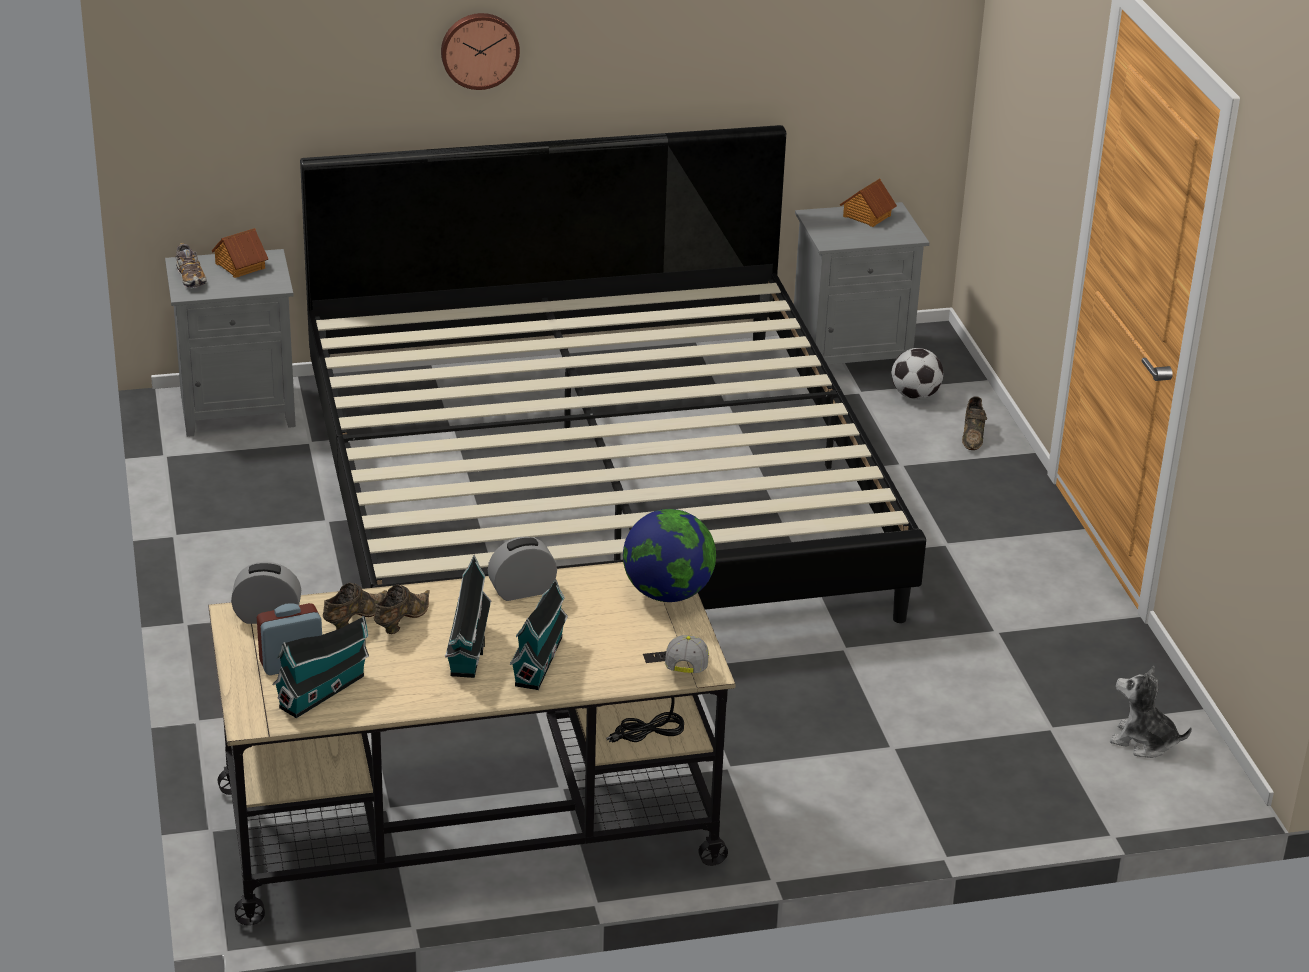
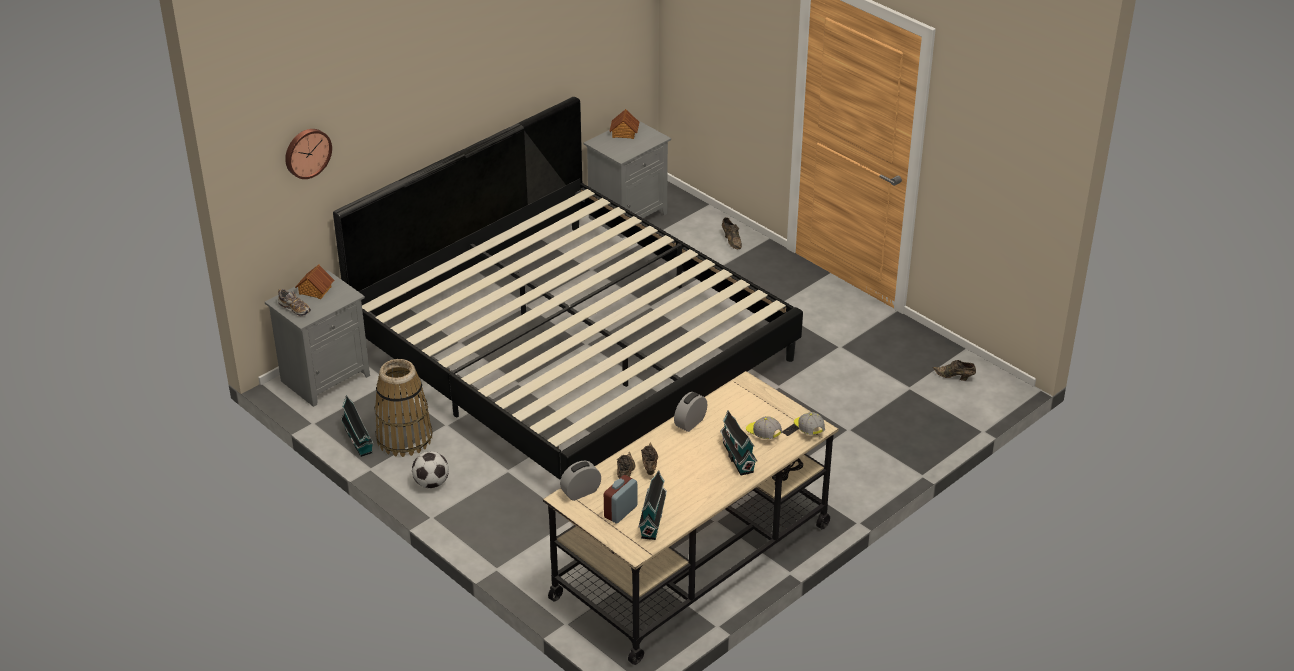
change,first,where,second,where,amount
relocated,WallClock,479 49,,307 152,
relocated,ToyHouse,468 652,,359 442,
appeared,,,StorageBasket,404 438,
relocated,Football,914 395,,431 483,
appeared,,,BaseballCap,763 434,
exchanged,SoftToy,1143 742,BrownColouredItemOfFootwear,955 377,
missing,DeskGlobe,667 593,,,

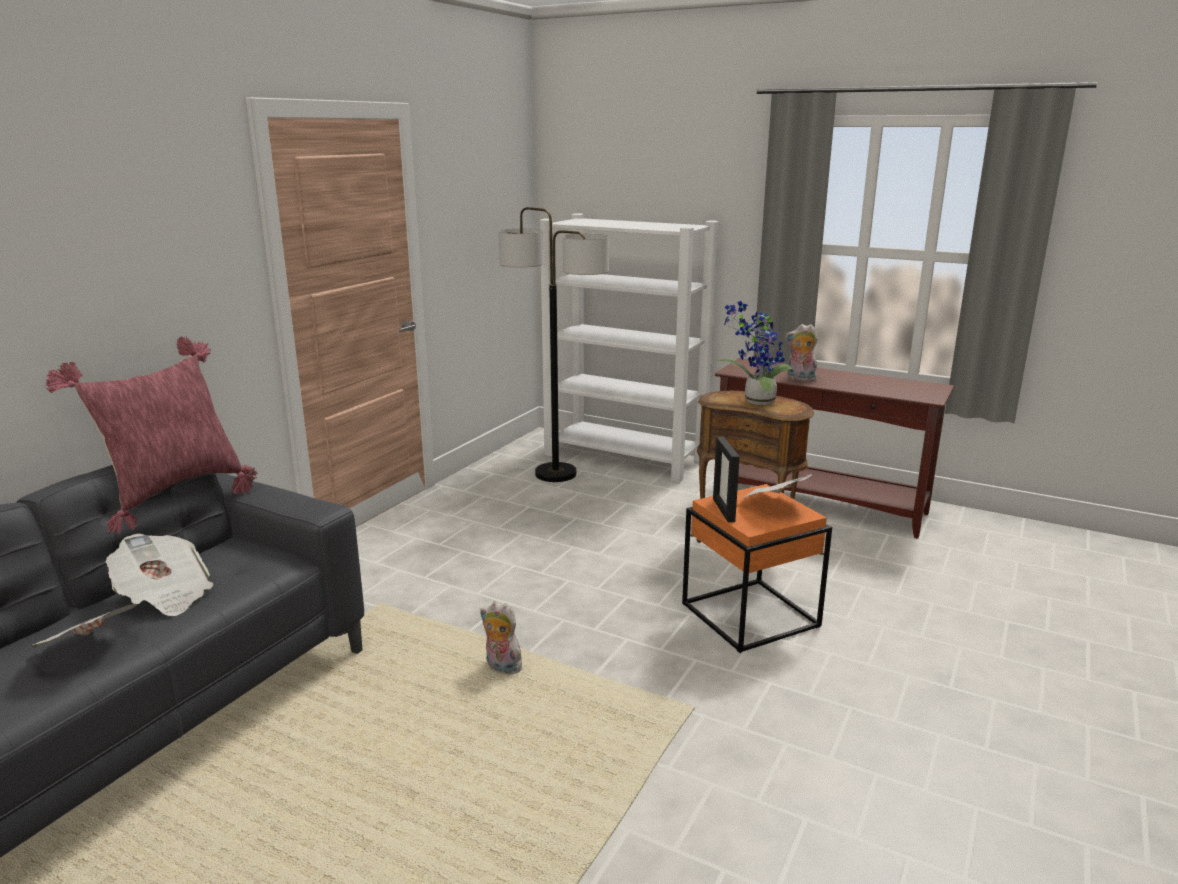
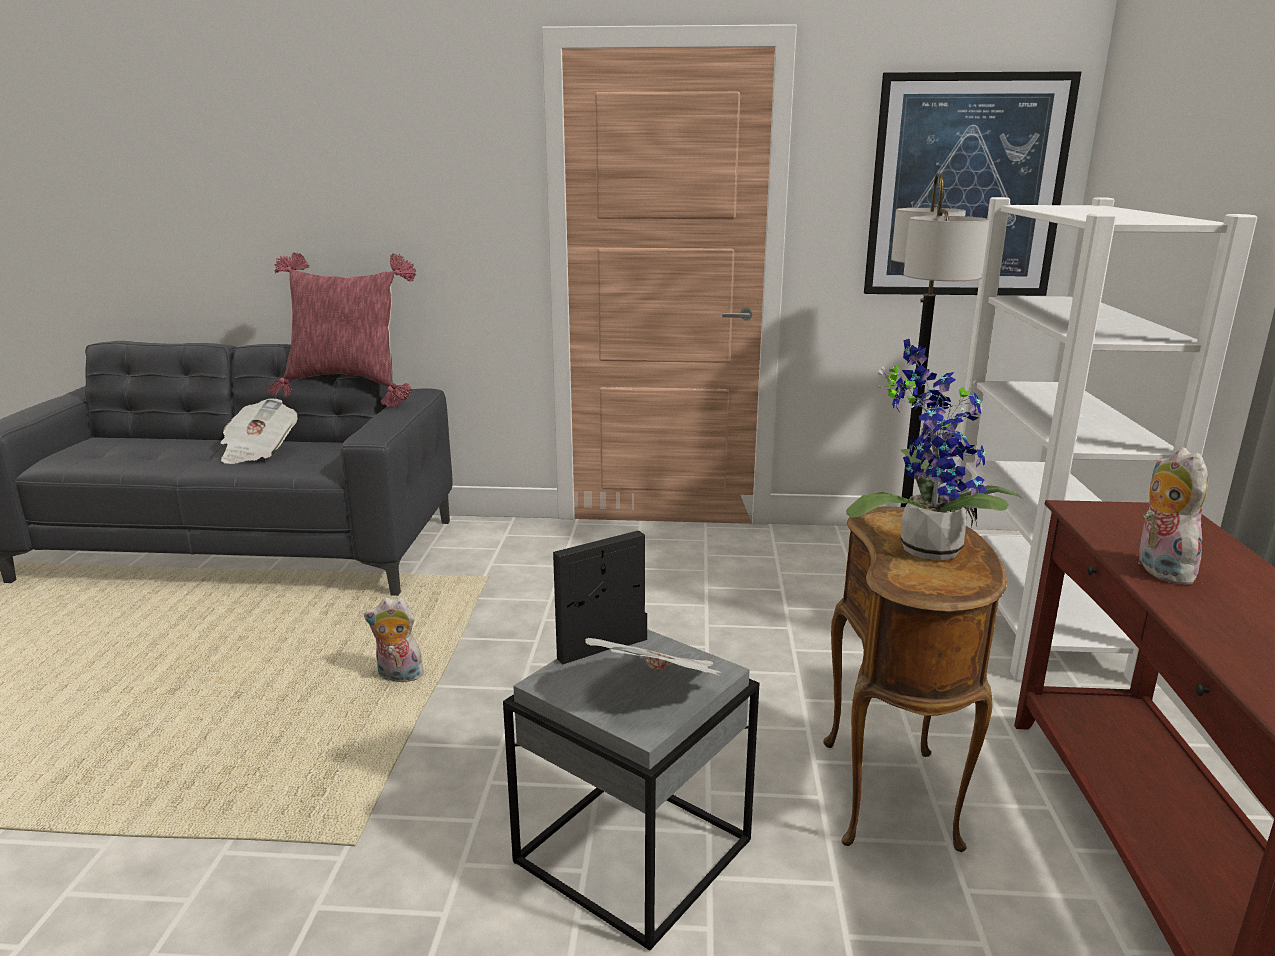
change,first,where,second,where,amount
spun,SoftToy,501 668,,398 677,90 degrees counterclockwise
colour,OrangeColouredEndTable,751 615,GreyEndTable,634 854,
appeared,,,WallPicture,966 187,
missing,DailyPaper,89 649,,,

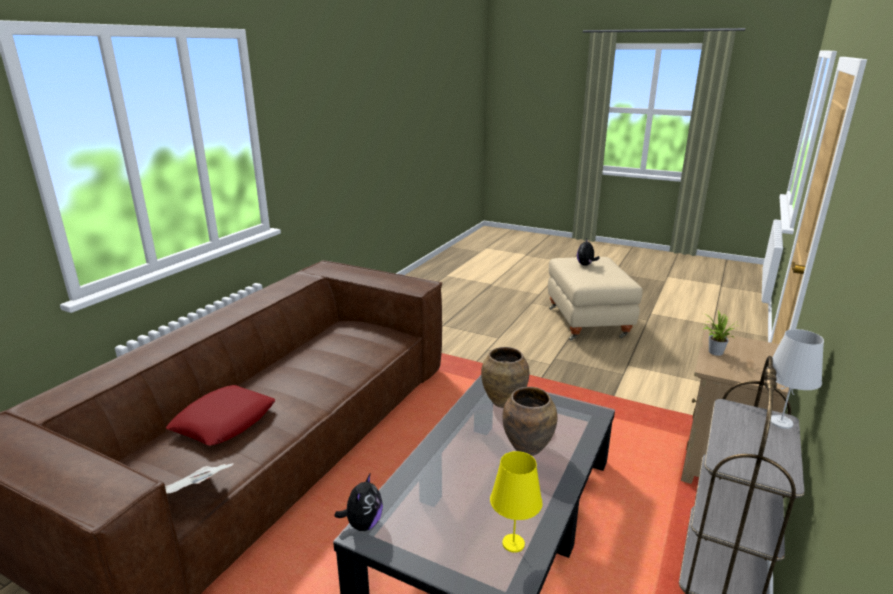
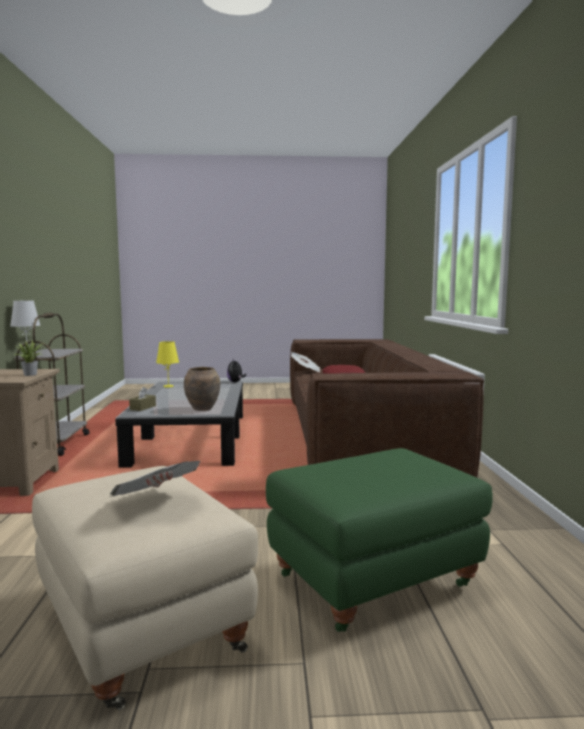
change,first,where,second,where,amount
exchanged,SoftToy,586 265,DailyPaper,155 503,
appeared,,,BrownColouredTissueBox,143 408,
appeared,,,GreenFootrest,374 585,
missing,BrownColouredVase,528 448,,,

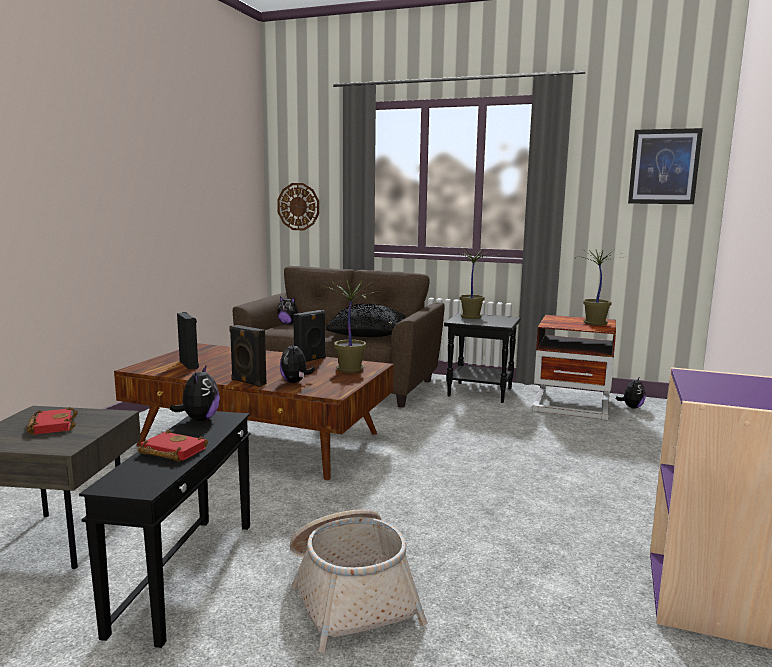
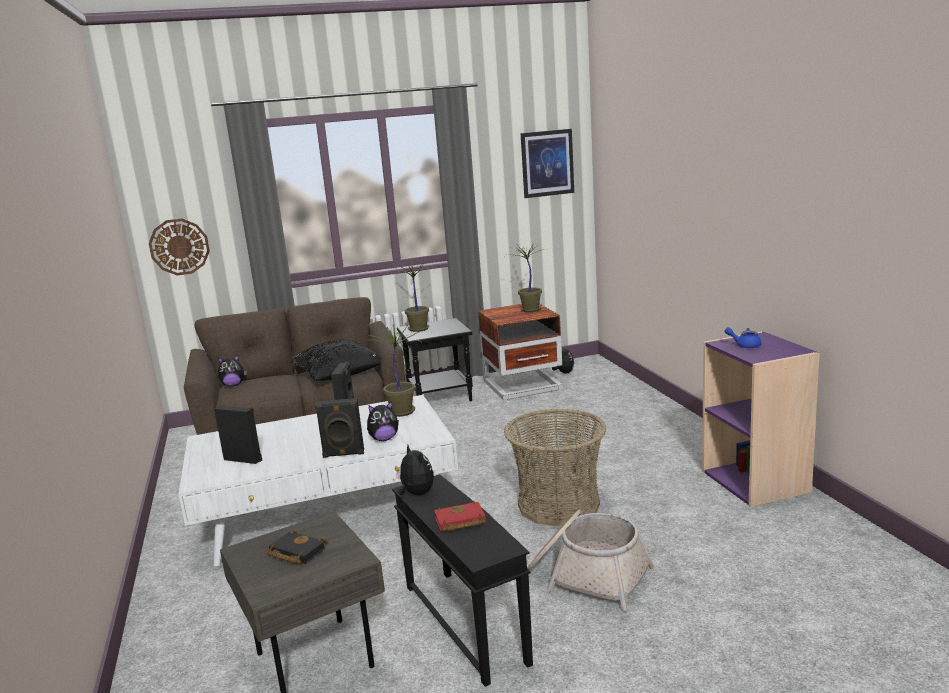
change,first,where,second,where,amount
colour,BrownColouredLowTable,260 439,WhitishLowTable,327 510,
colour,ReddishBoundBook,51 425,BlackBoundBook,295 552,
spun,SoftToy,295 382,,384 439,60 degrees counterclockwise
appeared,,,StorageBasket,559 505,
appeared,,,BluishTeaPot,744 345,

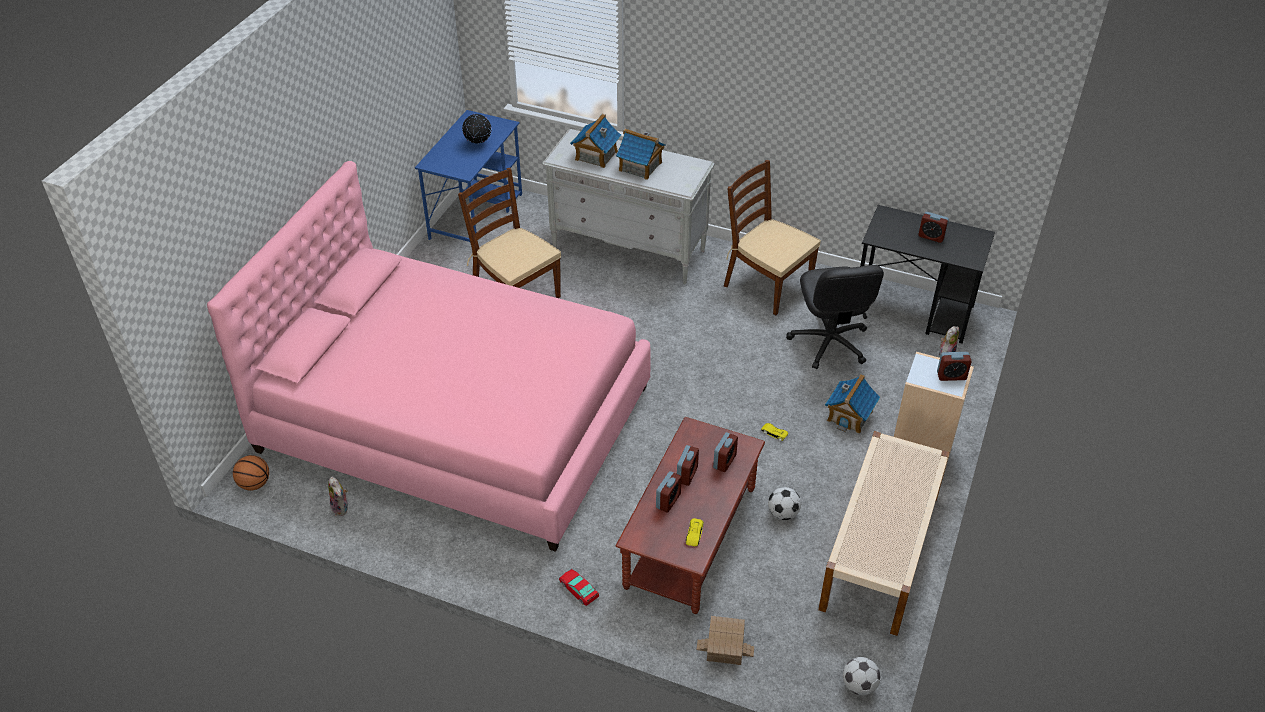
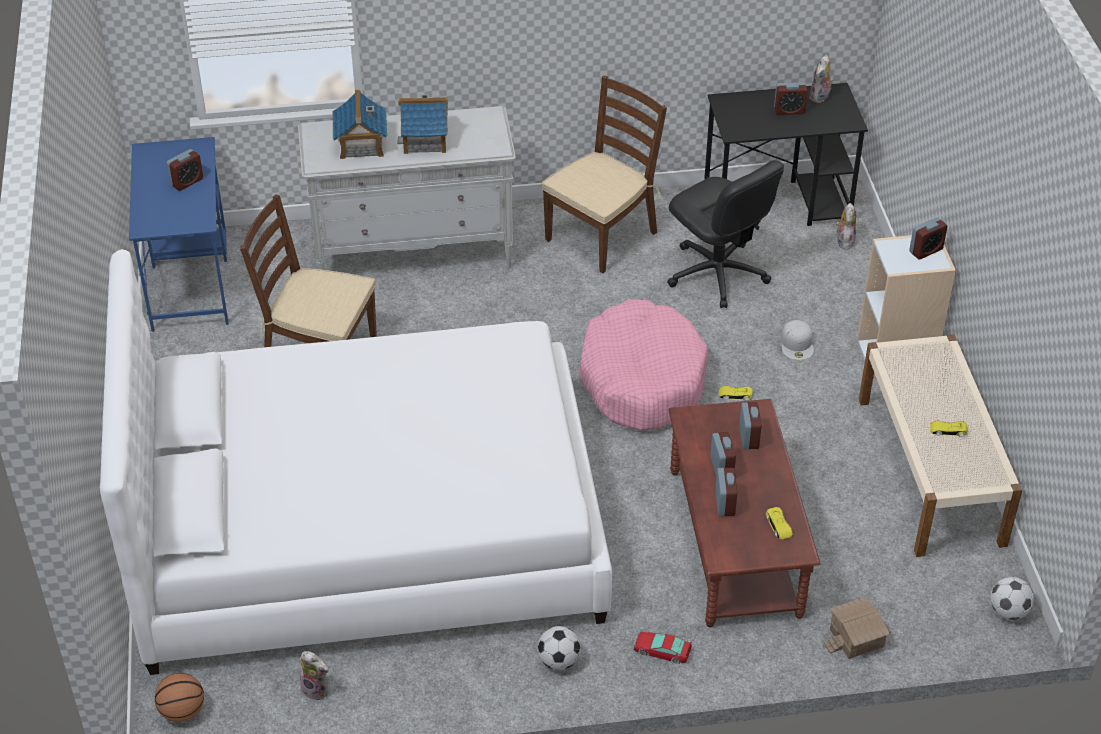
change,first,where,second,where,amount
colour,PinkBed,455 418,WhitishBed,367 528,
exchanged,DeskGlobe,478 144,BedsideClock,187 182,
relocated,Football,783 513,,559 661,
spun,BrownColouredPlainChair,766 285,,602 235,120 degrees clockwise
appeared,,,PinkDogCushion,642 379,
exchanged,ToyHouse,850 416,WhitishBaseballCap,797 344,
appeared,,,SoftToy,820 97,
appeared,,,YellowColouredModelCar,948 430,

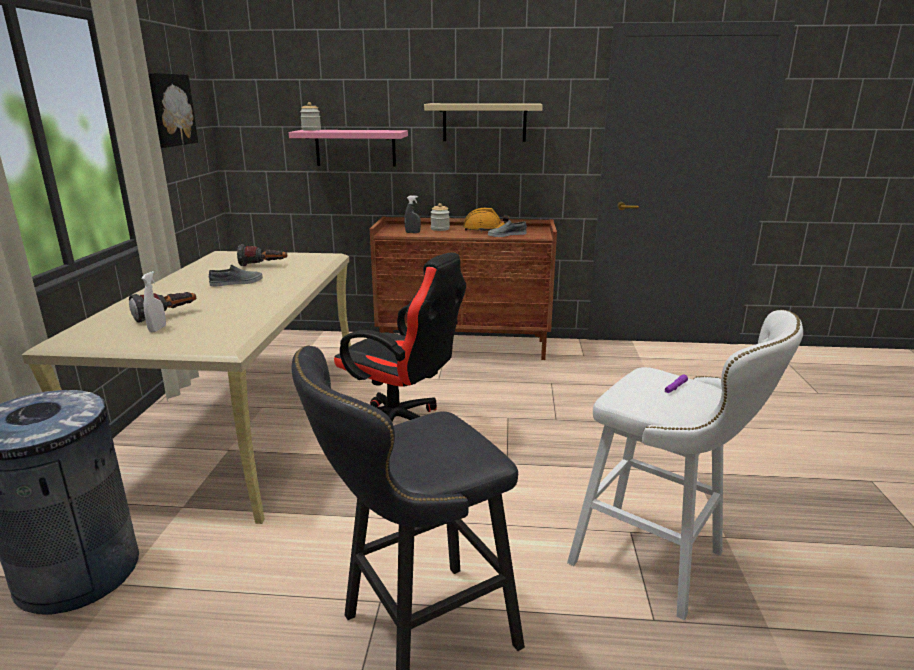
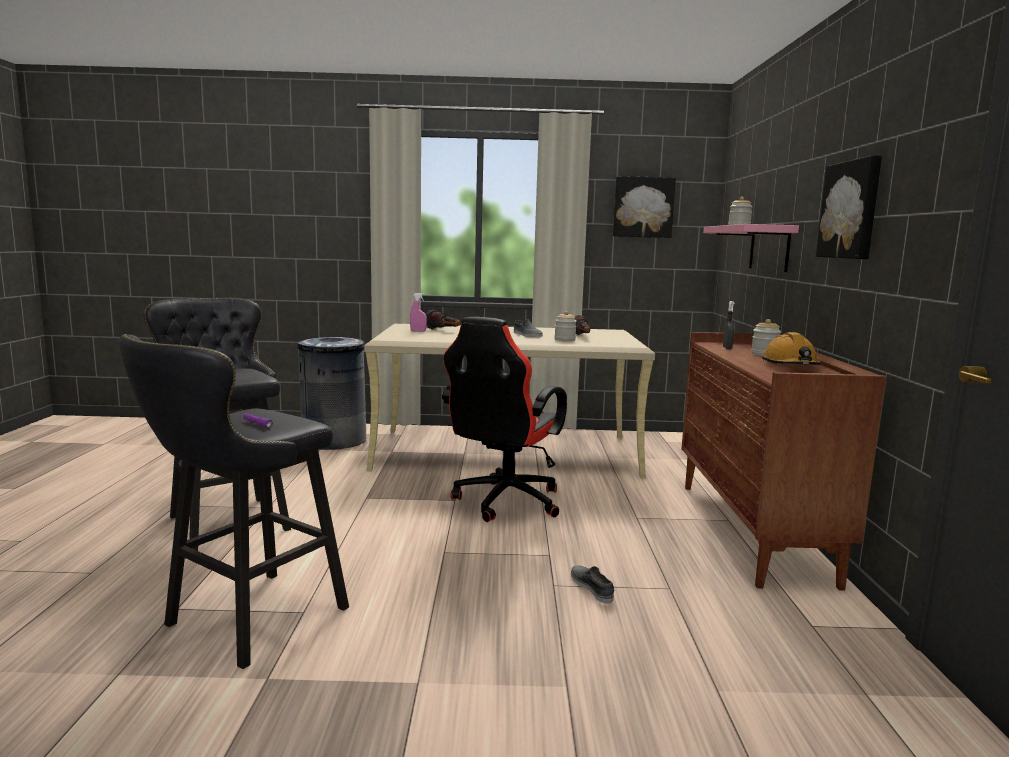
change,first,where,second,where,amount
colour,WhitishSittingStool,664 565,BlackSittingStool,241 625,
colour,WhitishSprayBottle,157 329,PinkSprayBottle,418 331,
appeared,,,PreserveJar,565 340,
relocated,GreyItemOfFootwear,506 235,,592 587,
exchanged,BeigeWallShelf,484 122,WallPicture,851 210,

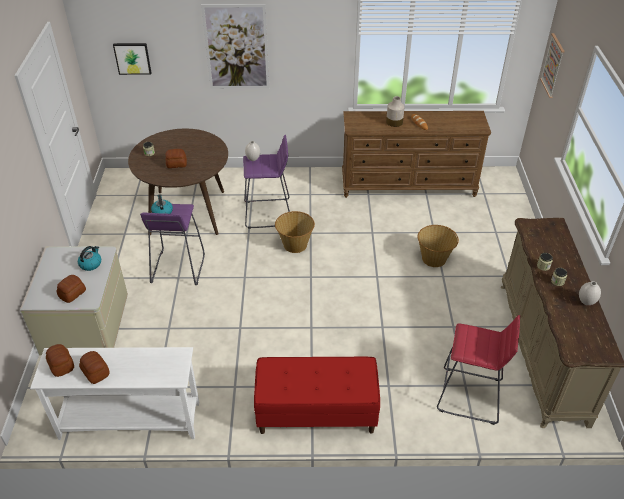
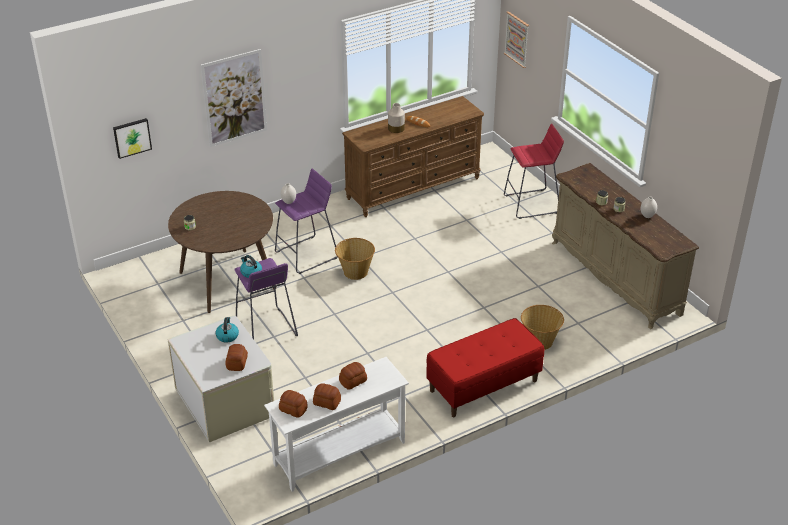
change,first,where,second,where,amount
relocated,BakeryBread,177 164,,353 381,
relocated,ReddishSittingStool,470 396,,532 204,
relocated,StorageBasket,434 258,,540 341,

